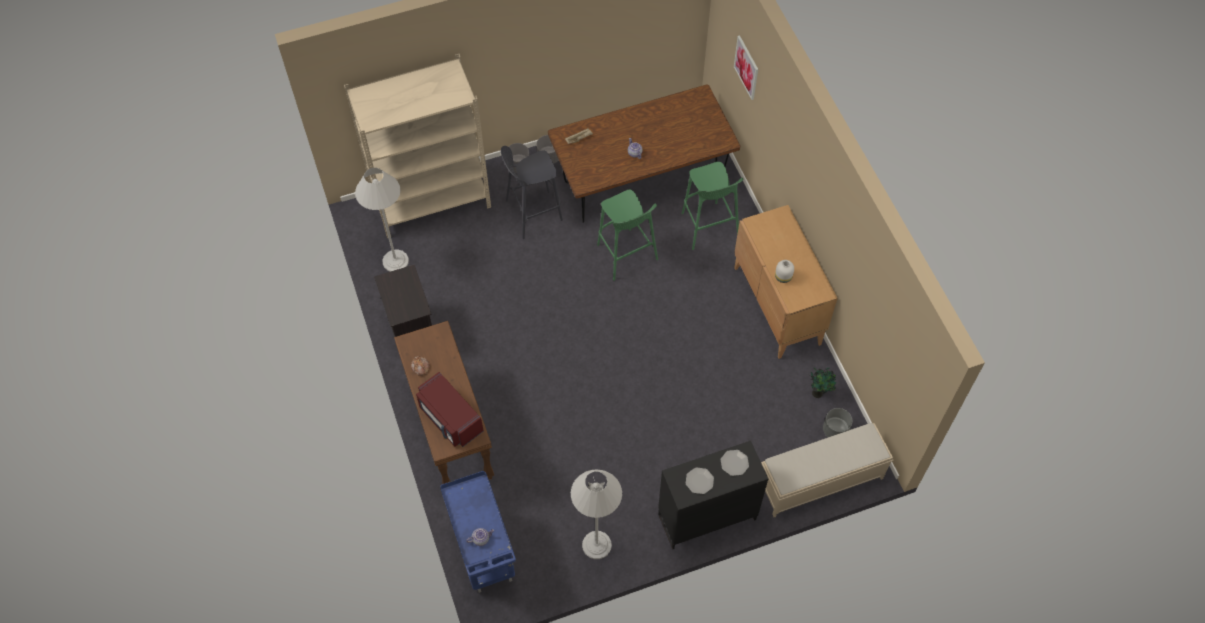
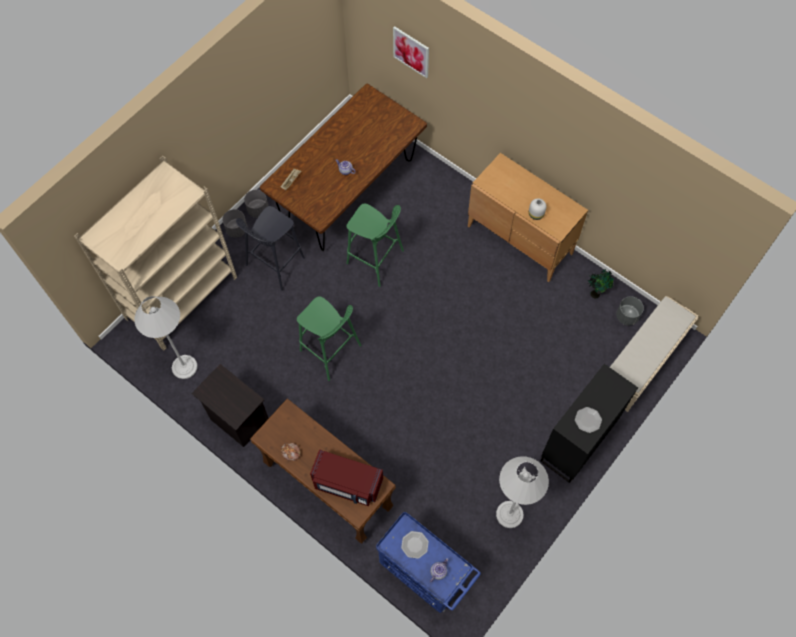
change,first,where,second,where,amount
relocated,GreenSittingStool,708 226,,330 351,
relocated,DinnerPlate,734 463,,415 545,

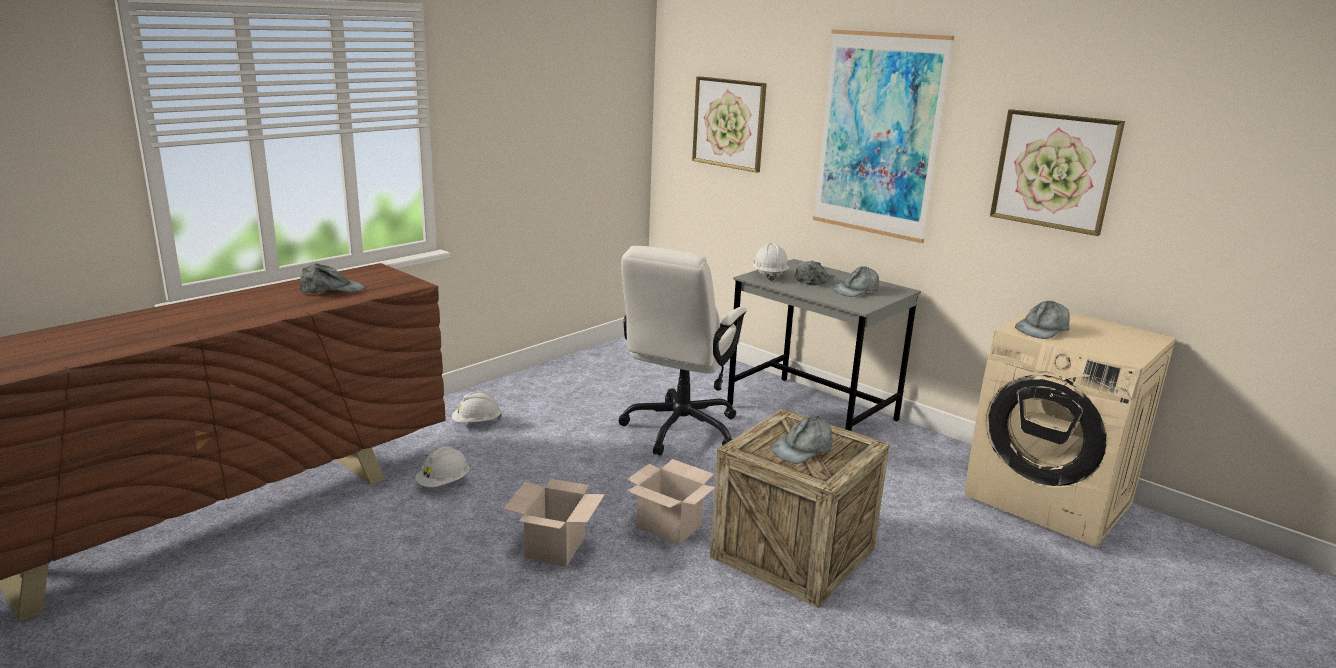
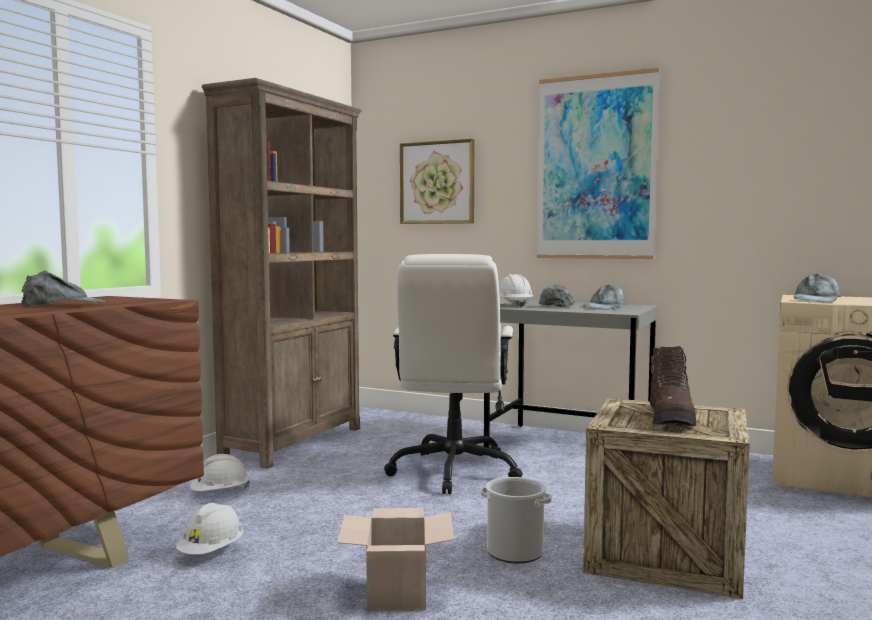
change,first,where,second,where,amount
appeared,,,BrownColouredBookshelf,294 442,
exchanged,PackingBox,670 526,WaterBucket,515 552,
exchanged,GreyBaseballCap,803 449,BrownColouredTallBoot,671 419,
missing,WallPicture,1054 171,,,

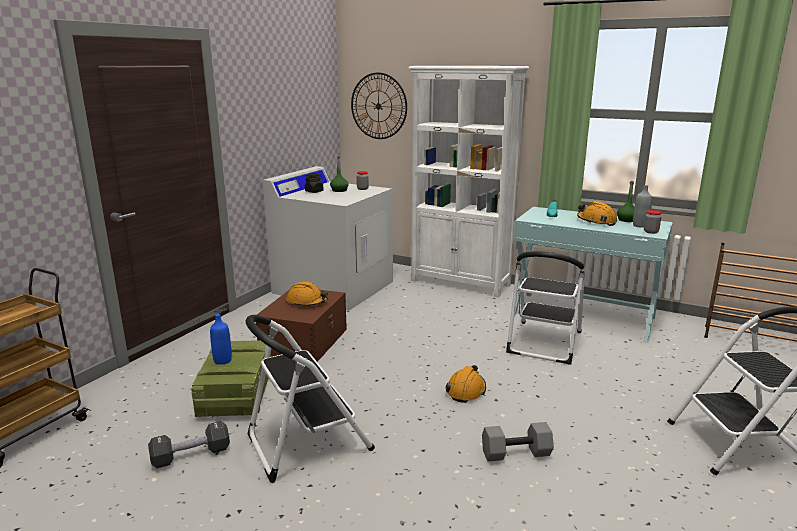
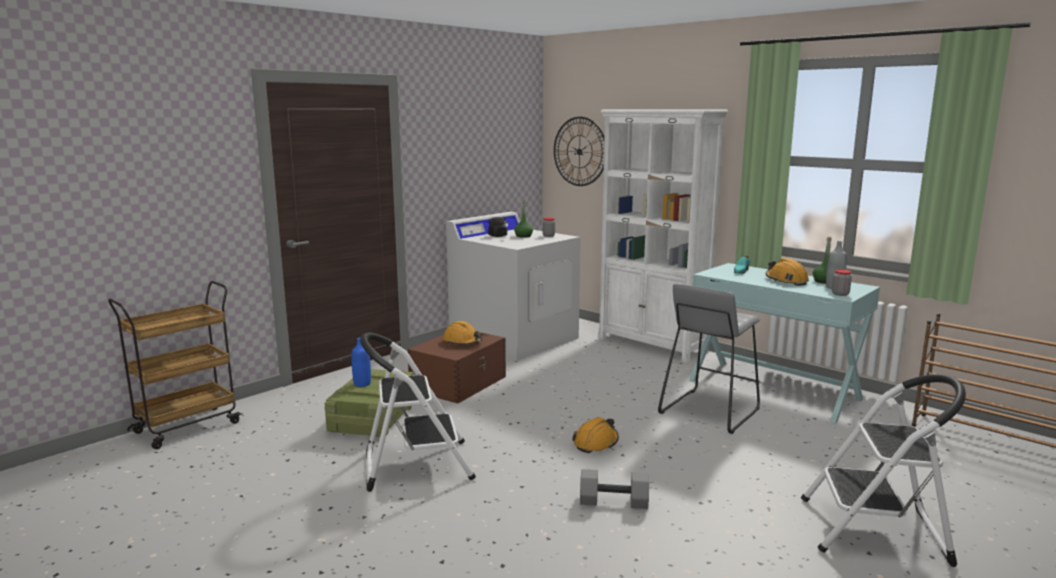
change,first,where,second,where,amount
exchanged,StepStool,543 343,GreySittingStool,709 411,
missing,BlackDumbbell,191 455,,,

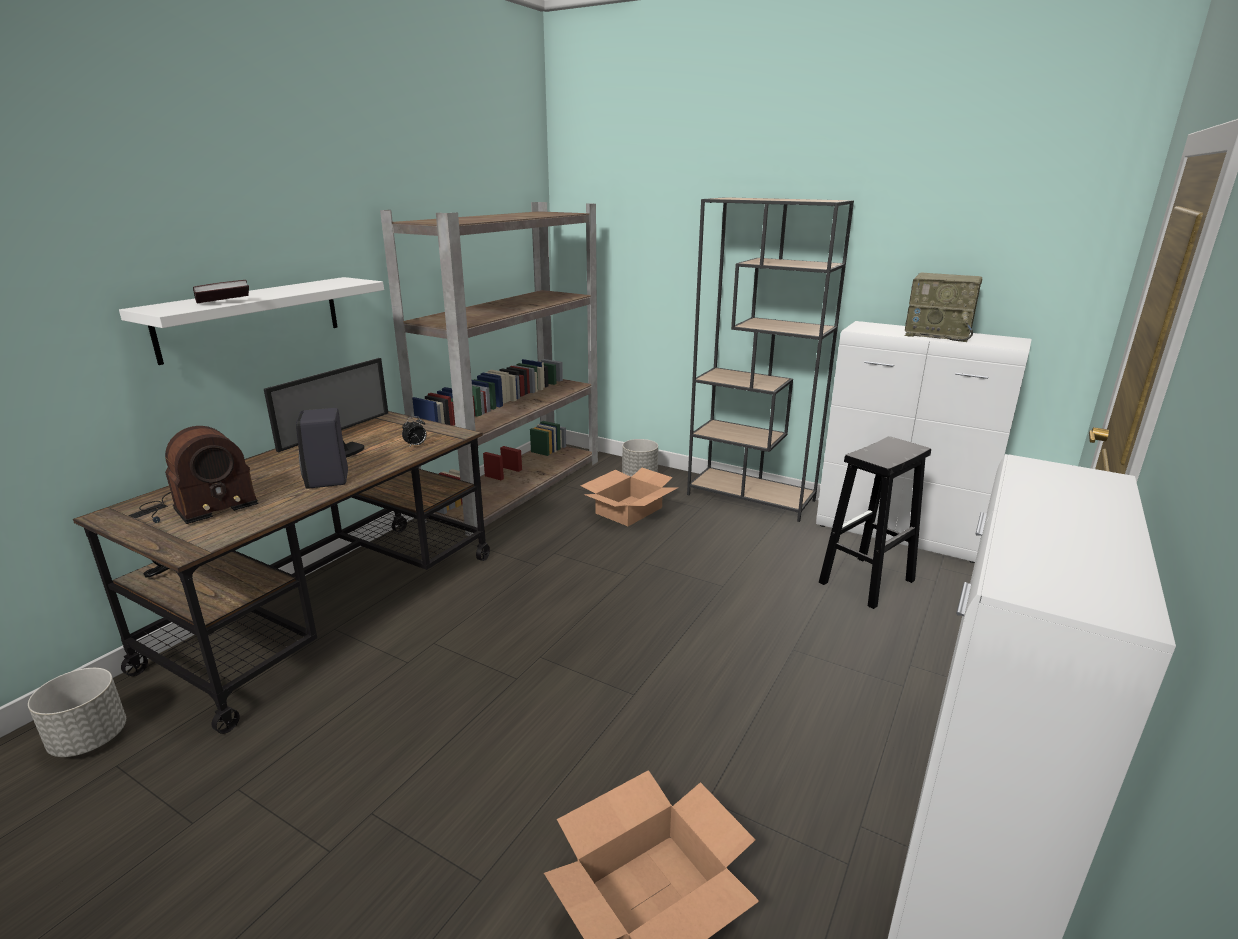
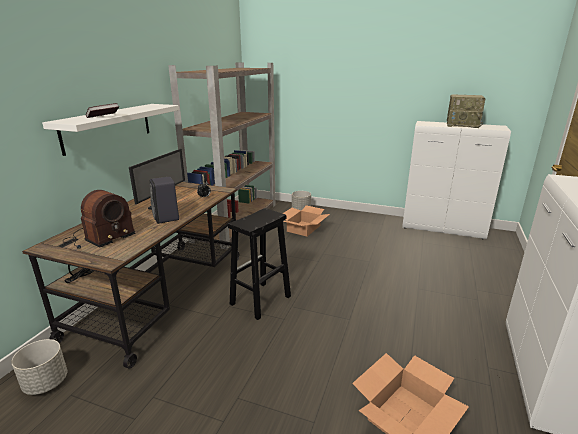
change,first,where,second,where,amount
relocated,BlackSittingStool,866 582,,260 301,
missing,Bookshelf,751 497,,,

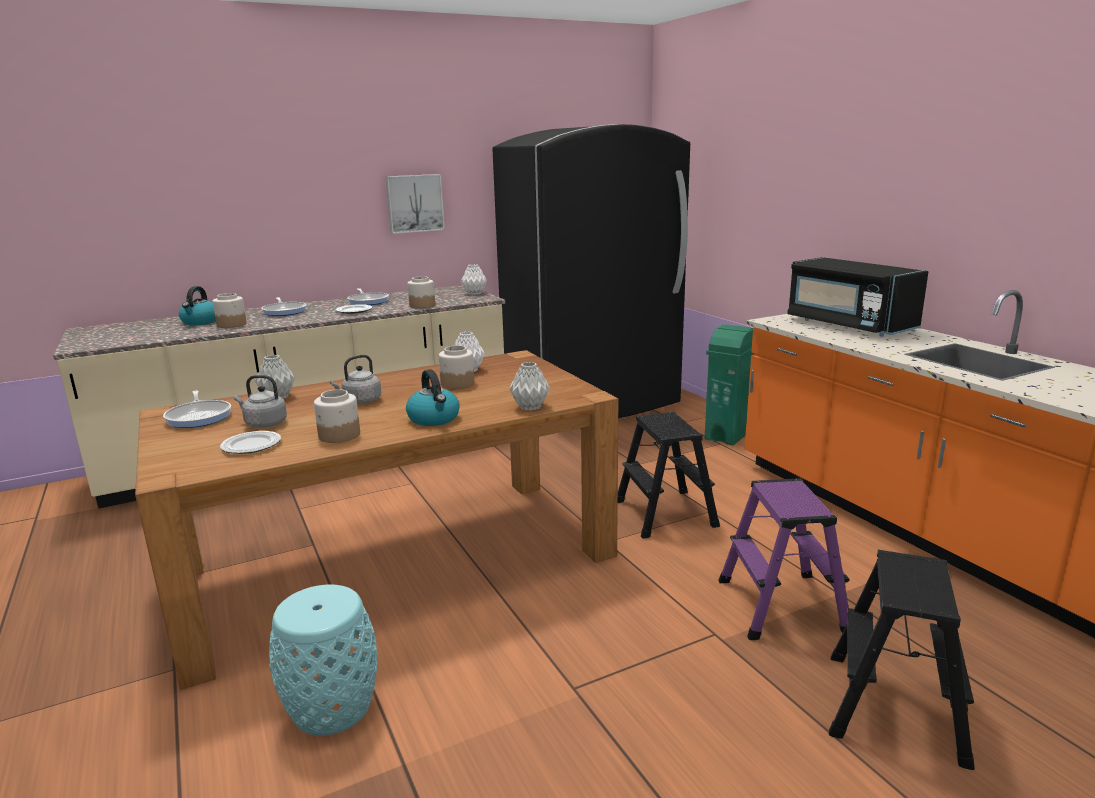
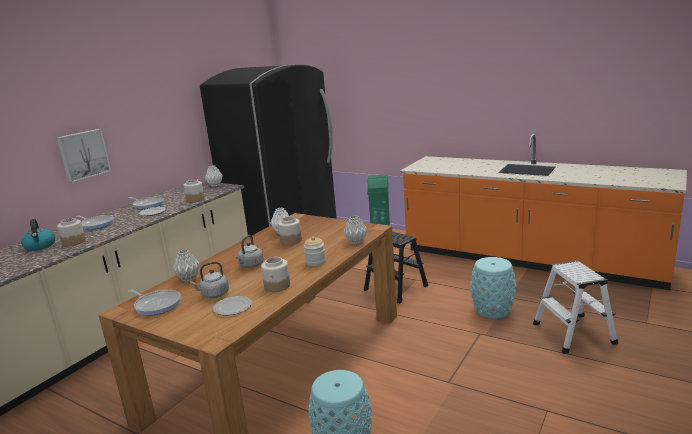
change,first,where,second,where,amount
relocated,WallPicture,414 203,,83 154,
exchanged,Kettle,434 419,PreserveJar,315 262,
exchanged,PurpleStepStool,781 605,TurquoiseSittingStool,492 310,
colour,BlackStepStool,895 708,WhitishStepStool,574 333,
missing,BlackMicrowave,847 325,,,

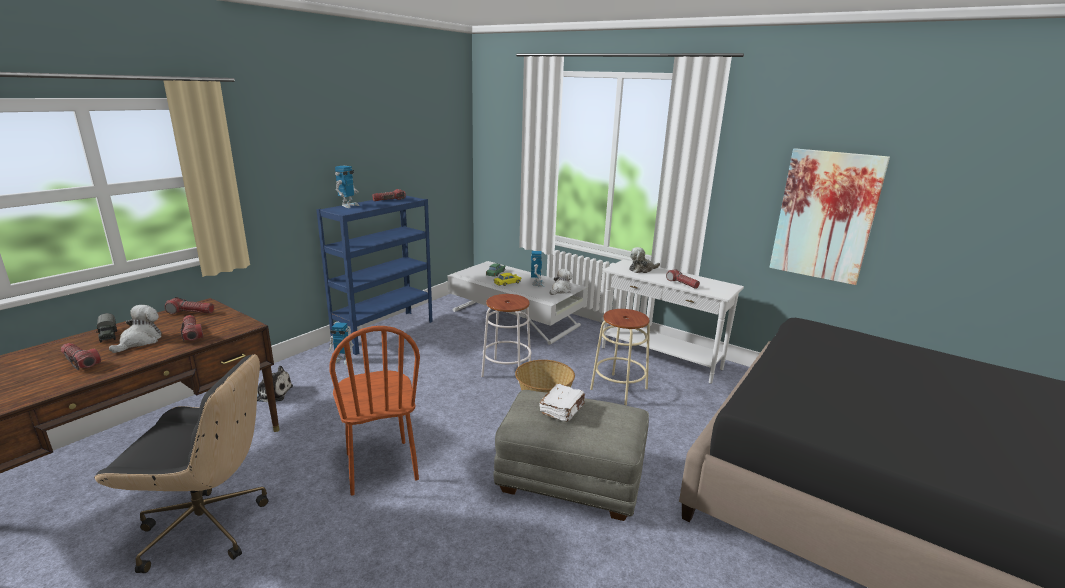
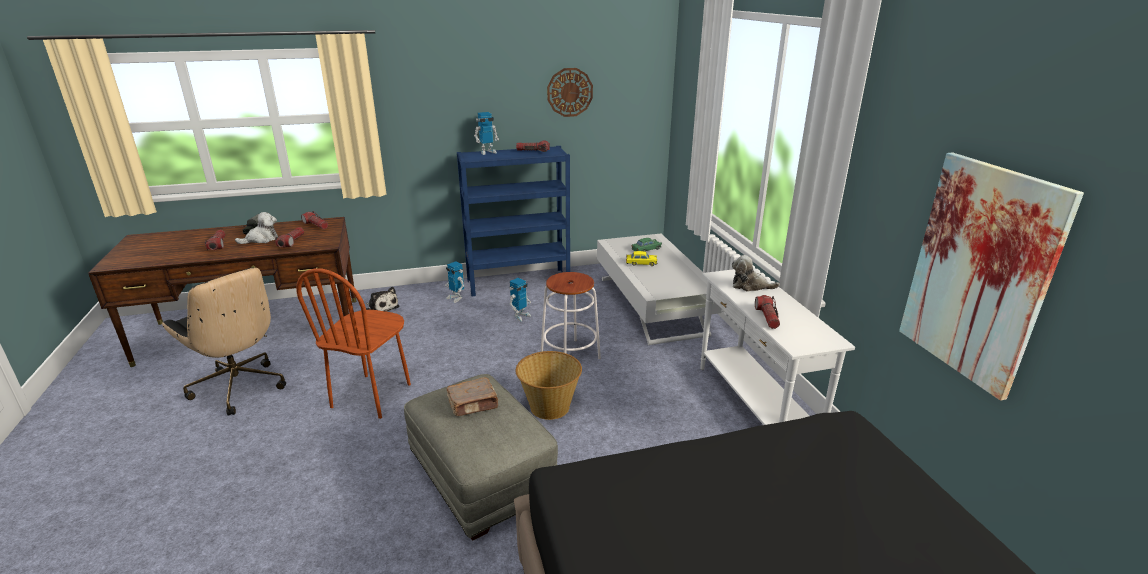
change,first,where,second,where,amount
colour,WhitishBoundBook,562 409,BrownColouredBoundBook,473 404,
relocated,RobotFigure,537 284,,520 316,
appeared,,,WallClock,569 92,
missing,SoftToy,560 290,,,
missing,BeigeSittingStool,619 389,,,

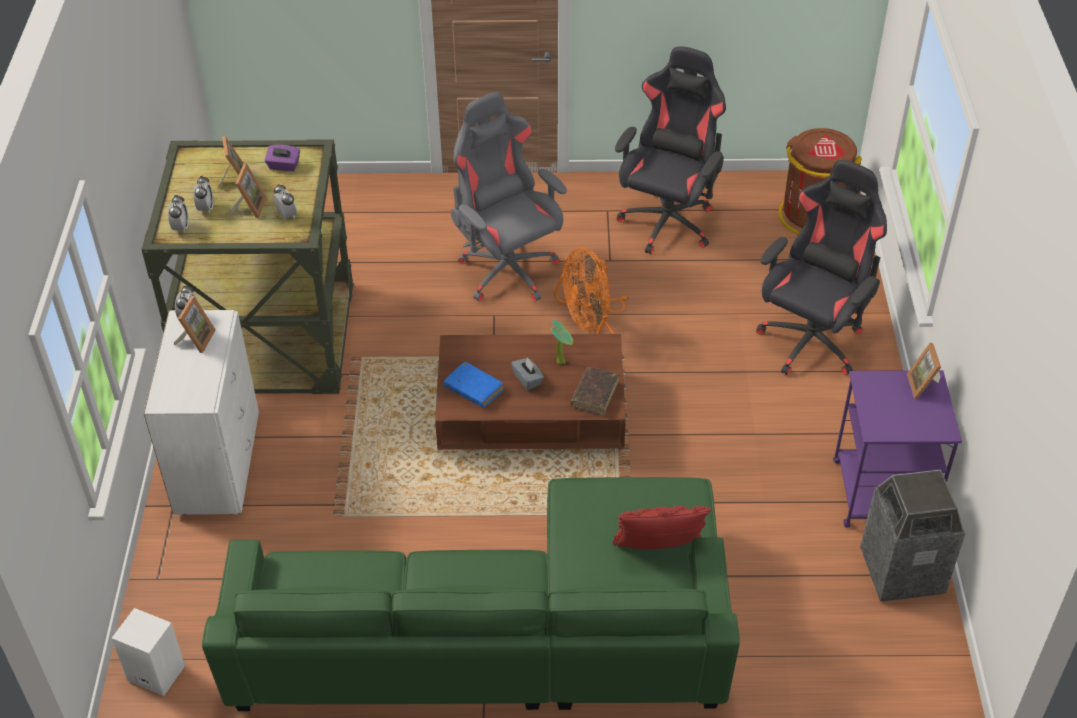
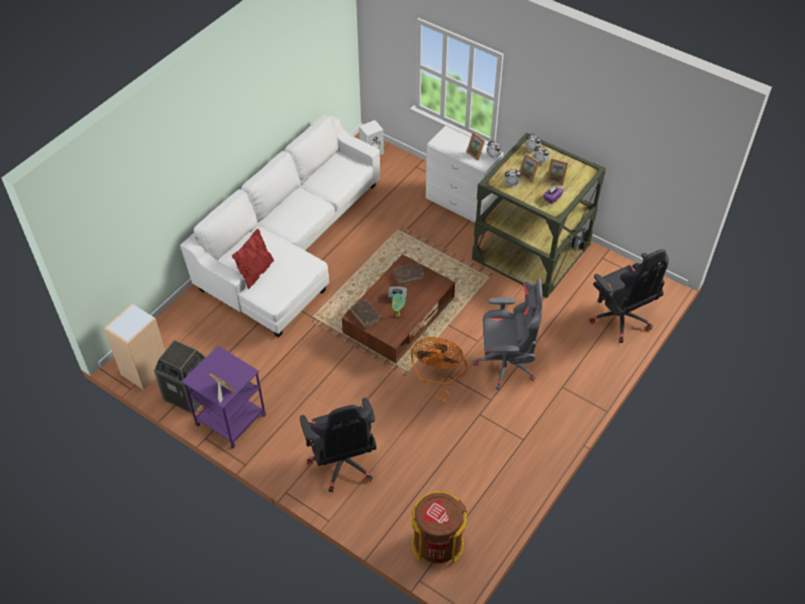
change,first,where,second,where,amount
appeared,,,Bookshelf,144 370,
colour,GreenSofa,506 641,WhitishSofa,290 247,
colour,BluishBoundBook,474 389,BrownColouredBoundBook,408 276,
relocated,BlackComputerChair,667 225,,619 317,

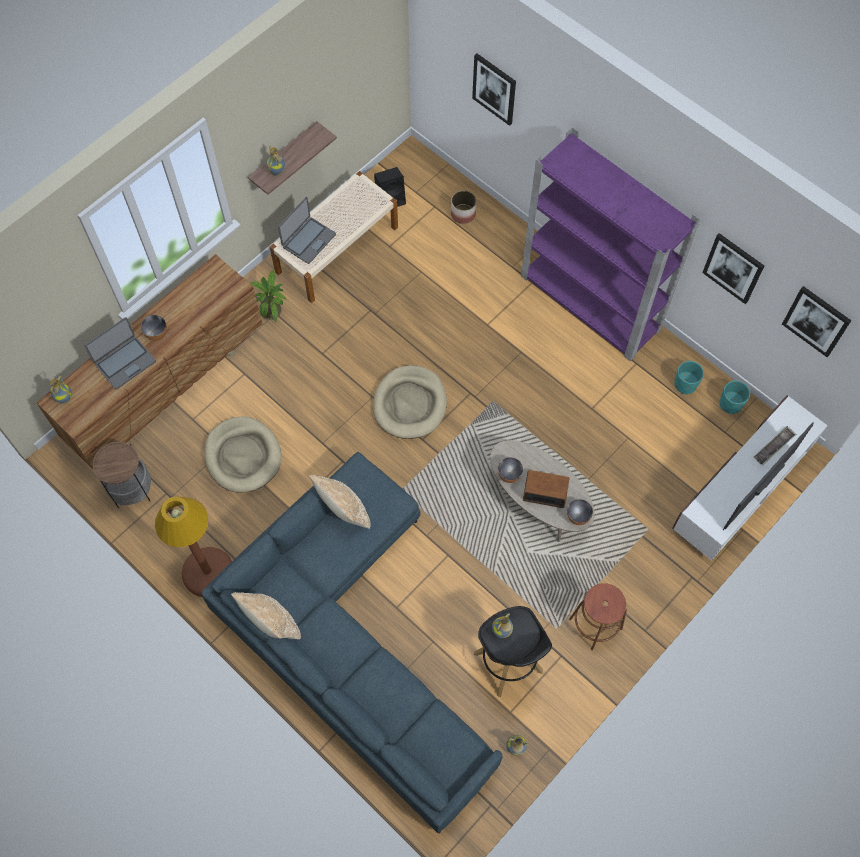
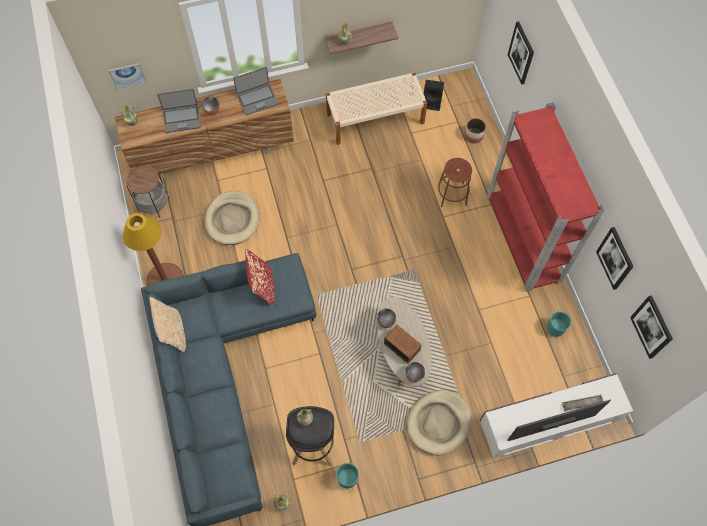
change,first,where,second,where,amount
appeared,,,WallPicture,127 76,
relocated,Laptop,308 240,,257 99,
colour,BeigeThrowPillow,343 511,ReddishThrowPillow,262 286,
relocated,TurquoiseFlowerPot,730 404,,347 478,
relocated,BeigeDogCushion,410 404,,438 423,
relocated,BrownColouredSittingStool,595 624,,452 195,
colour,PurpleBookshelf,590 303,ReddishBookshelf,523 238,
missing,PlantInAPot,272 309,,,

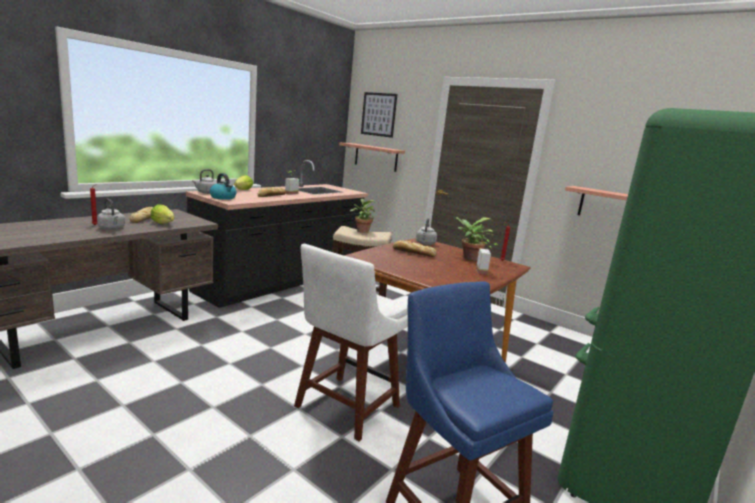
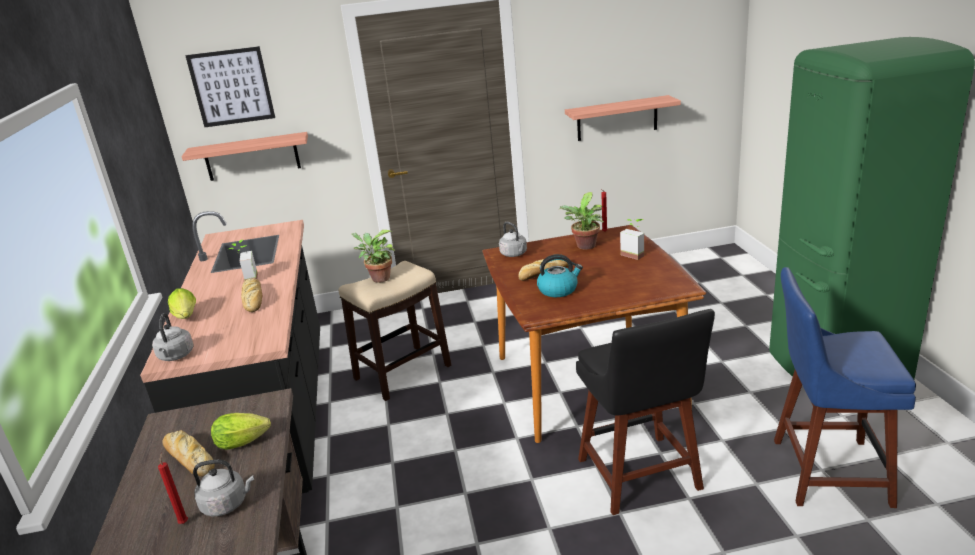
change,first,where,second,where,amount
relocated,Kettle,223 197,,558 290,
colour,WhitishPlainChair,343 408,BlackPlainChair,641 478,

